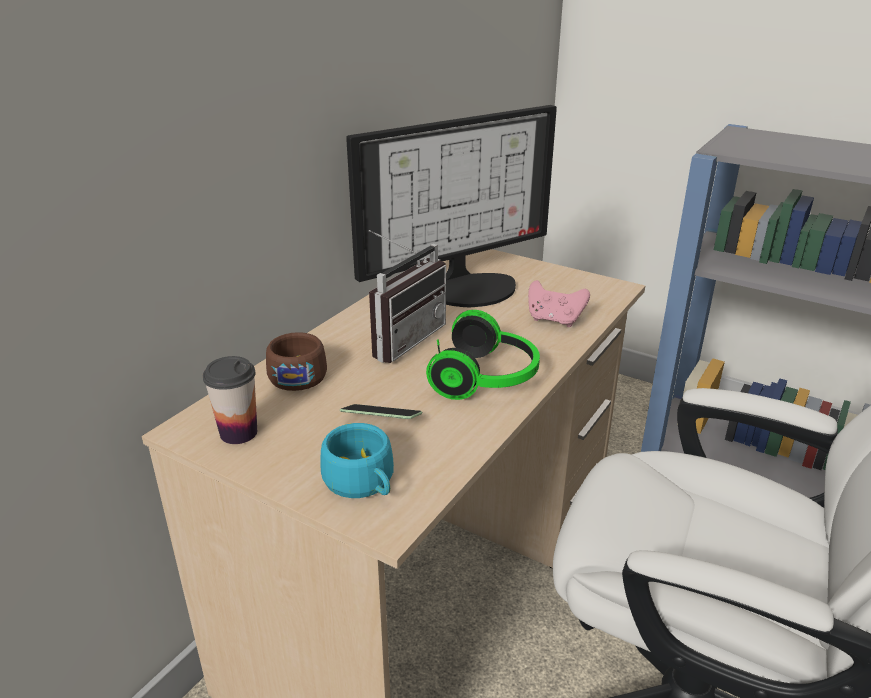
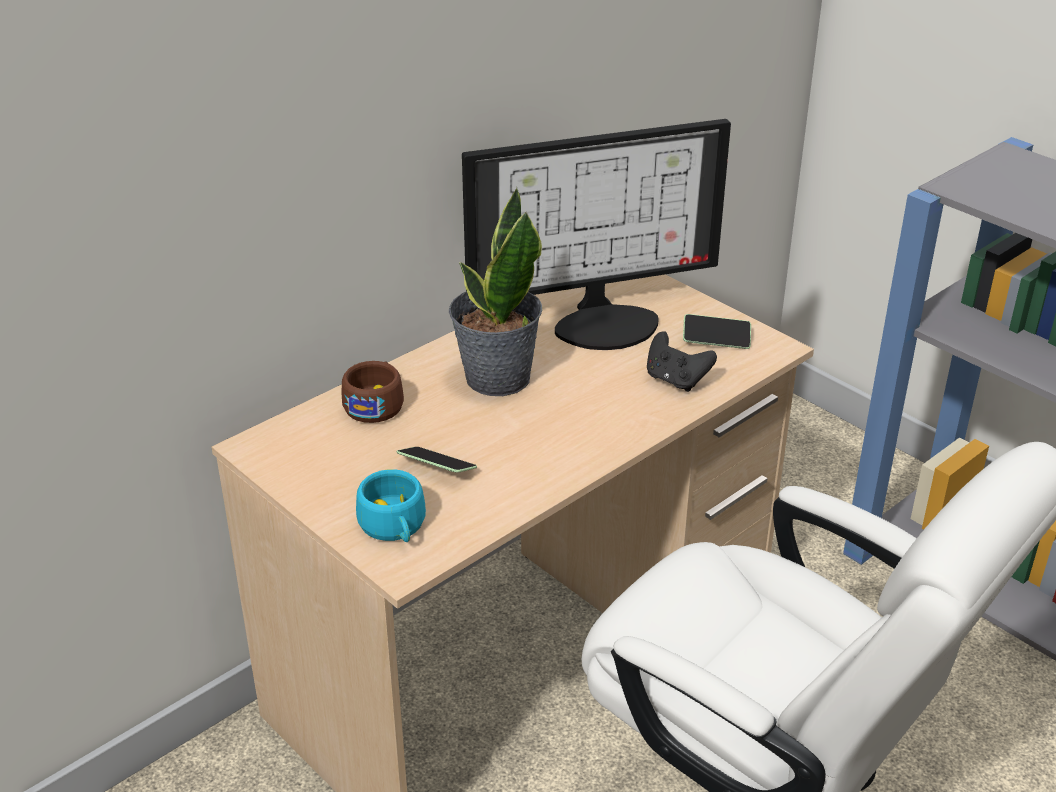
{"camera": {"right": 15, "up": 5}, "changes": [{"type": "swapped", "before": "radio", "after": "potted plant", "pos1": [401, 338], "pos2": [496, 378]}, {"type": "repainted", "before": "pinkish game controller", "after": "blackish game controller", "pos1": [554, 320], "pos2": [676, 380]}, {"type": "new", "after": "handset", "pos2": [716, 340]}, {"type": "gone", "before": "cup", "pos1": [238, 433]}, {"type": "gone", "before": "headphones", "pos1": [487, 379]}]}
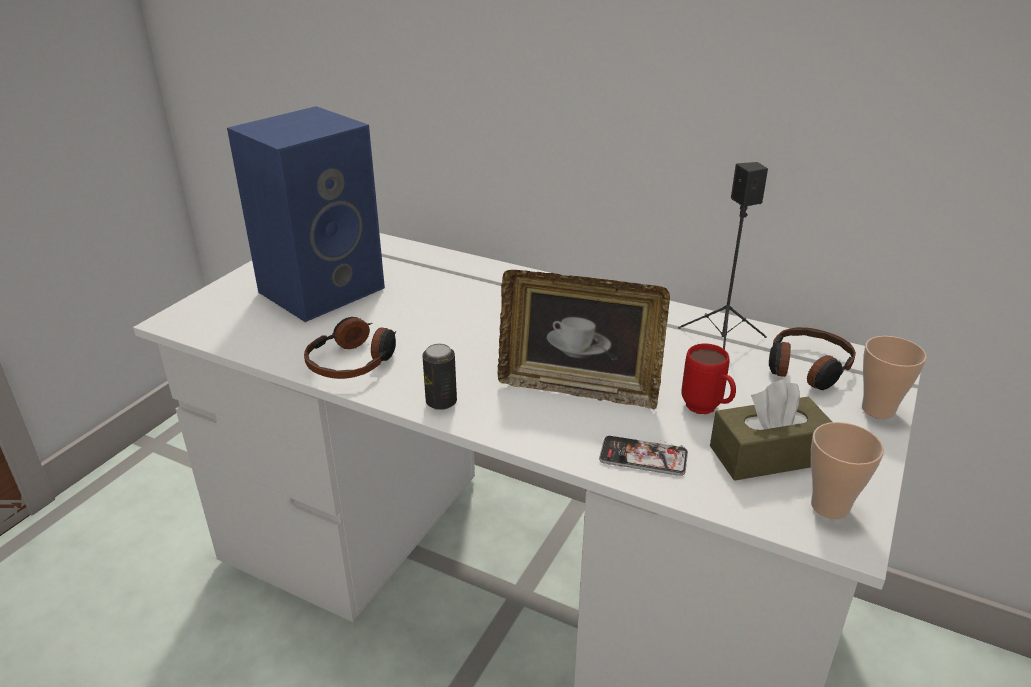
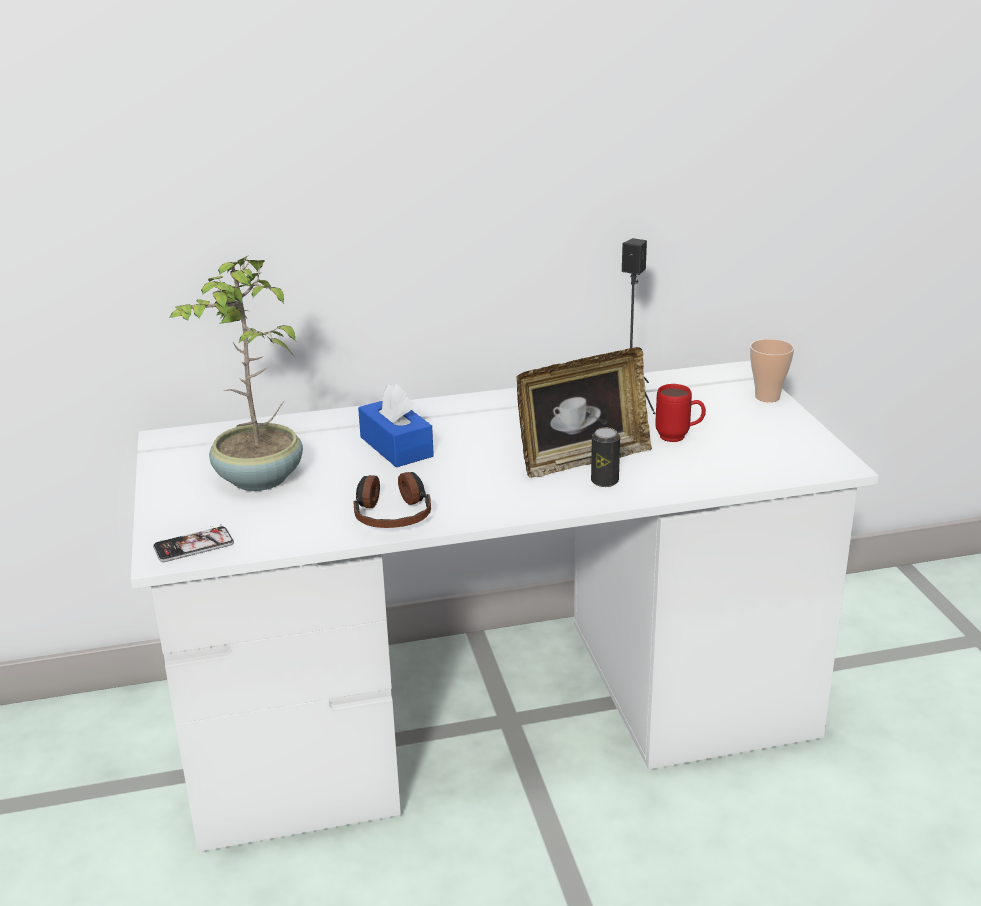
{"camera": {"right": -40, "up": -5}, "changes": [{"type": "shifted", "before": "handset", "pos1": [643, 457], "pos2": [193, 546]}, {"type": "swapped", "before": "blue speaker", "after": "potted plant", "pos1": [322, 288], "pos2": [258, 480]}, {"type": "new", "after": "blue box of tissues", "pos2": [396, 447]}, {"type": "shifted", "before": "metal can", "pos1": [441, 402], "pos2": [604, 481]}, {"type": "gone", "before": "brownish box of tissues", "pos1": [768, 455]}, {"type": "gone", "before": "headphones", "pos1": [806, 369]}, {"type": "gone", "before": "cup", "pos1": [830, 506]}]}
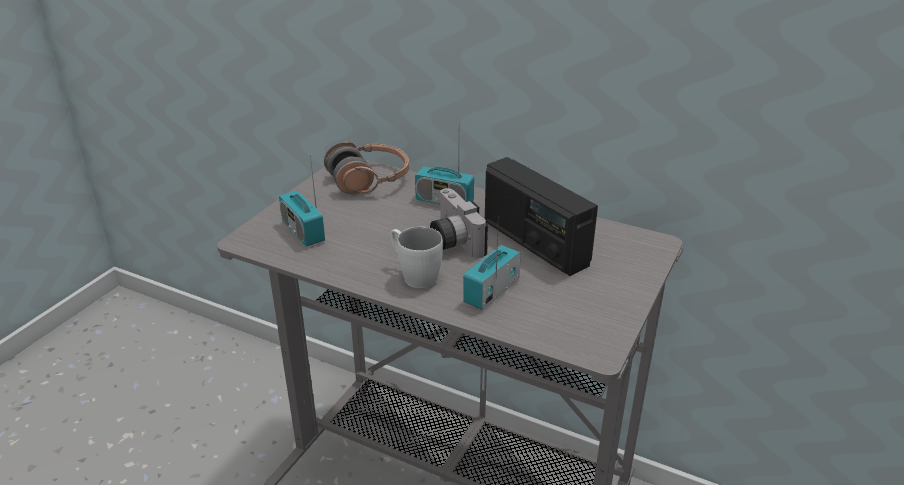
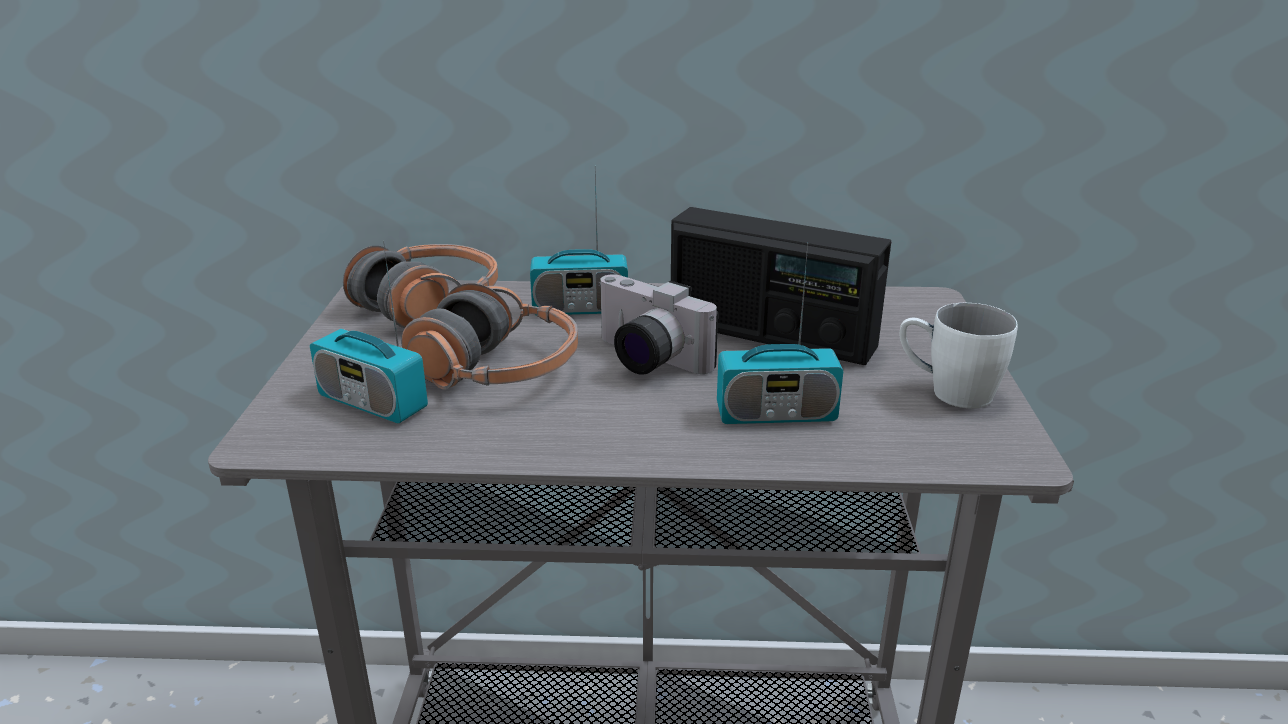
{"camera": {"right": -25, "up": -5}, "changes": [{"type": "new", "after": "headphones", "pos2": [497, 371]}, {"type": "rotated", "before": "radio", "pos1": [491, 291], "pos2": [776, 414], "turn": -105}, {"type": "shifted", "before": "white-coloured tea mug", "pos1": [414, 275], "pos2": [946, 392]}]}
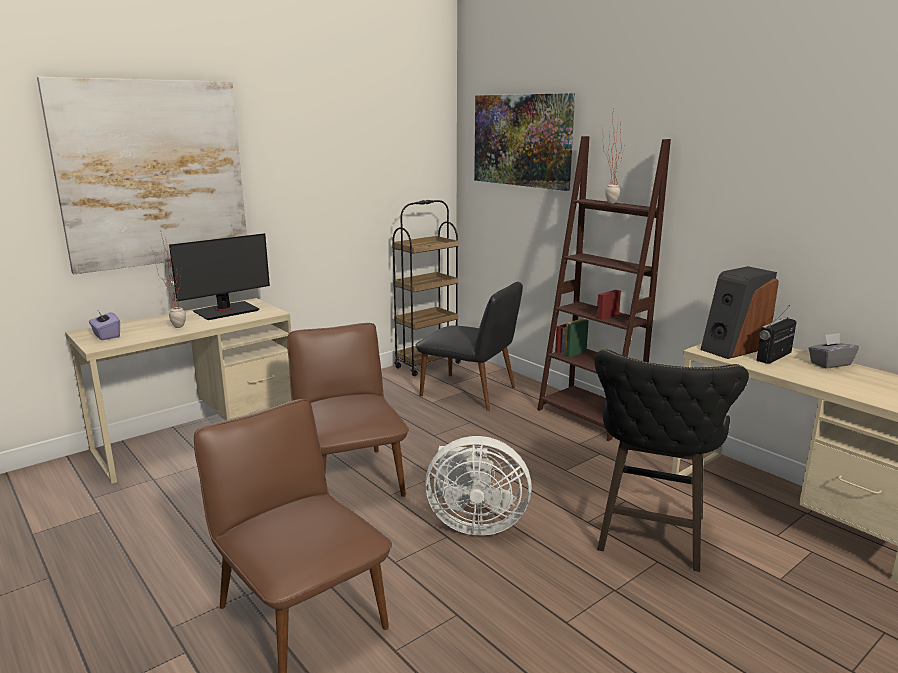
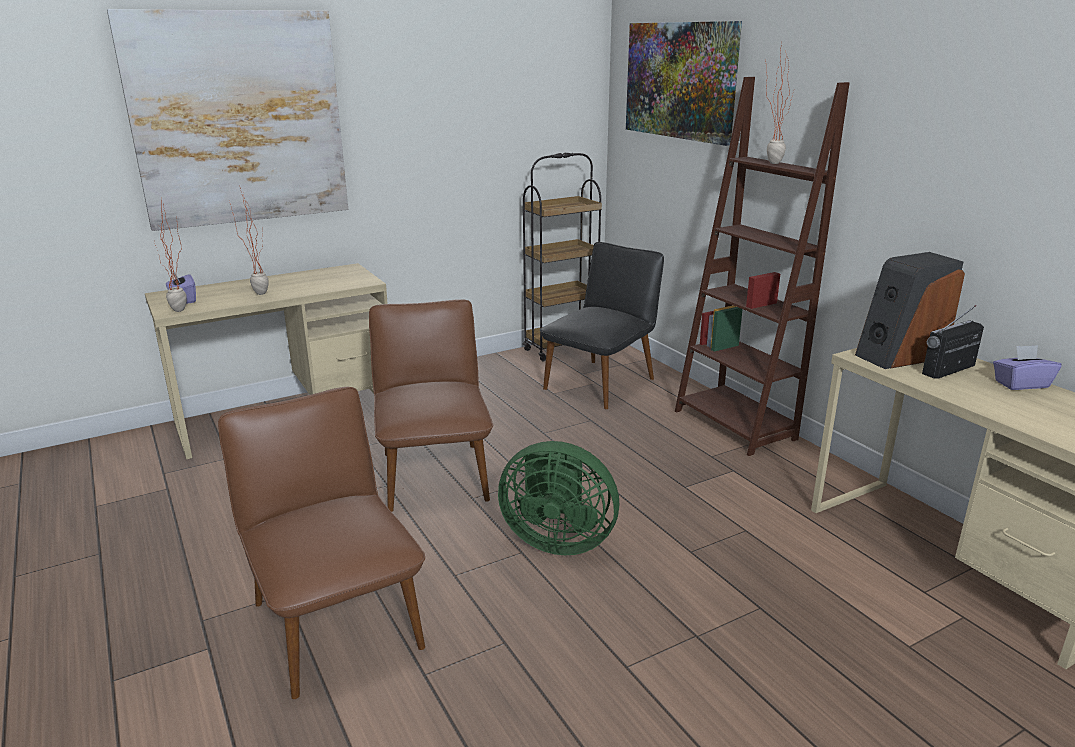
{"camera": {"right": 10, "up": 5}, "changes": [{"type": "new", "after": "potted plant", "pos2": [181, 312]}, {"type": "repainted", "before": "white-coloured electric fan", "after": "green electric fan", "pos1": [474, 523], "pos2": [557, 540]}, {"type": "rotated", "before": "blackish plain chair", "pos1": [468, 391], "pos2": [599, 383], "turn": -90}, {"type": "repainted", "before": "grey box of tissues", "after": "purple-coloured box of tissues", "pos1": [830, 364], "pos2": [1021, 384]}, {"type": "gone", "before": "computer screen", "pos1": [226, 311]}, {"type": "gone", "before": "blackish stool", "pos1": [650, 536]}]}
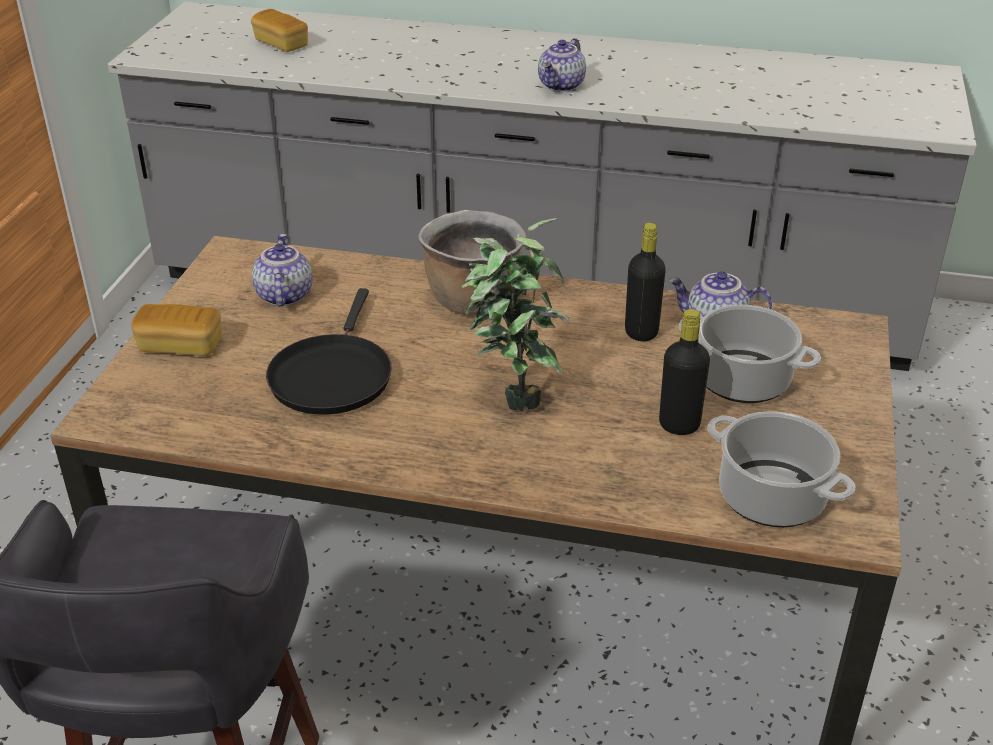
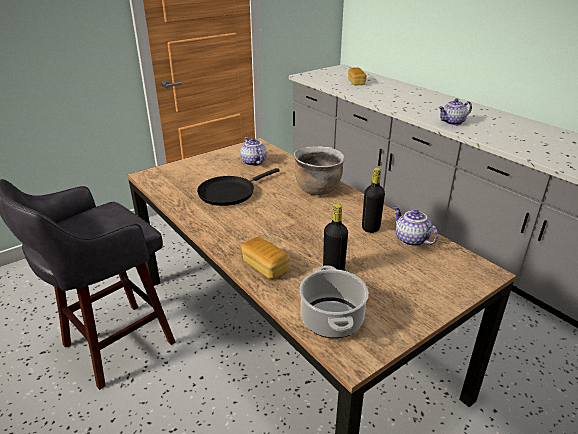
{"camera": {"right": 40, "up": -5}, "changes": [{"type": "rotated", "before": "tea pot", "pos1": [283, 295], "pos2": [253, 162], "turn": -60}, {"type": "shifted", "before": "bakery bread", "pos1": [180, 346], "pos2": [265, 267]}, {"type": "gone", "before": "potted plant", "pos1": [513, 393]}, {"type": "gone", "before": "stockpot", "pos1": [741, 380]}]}
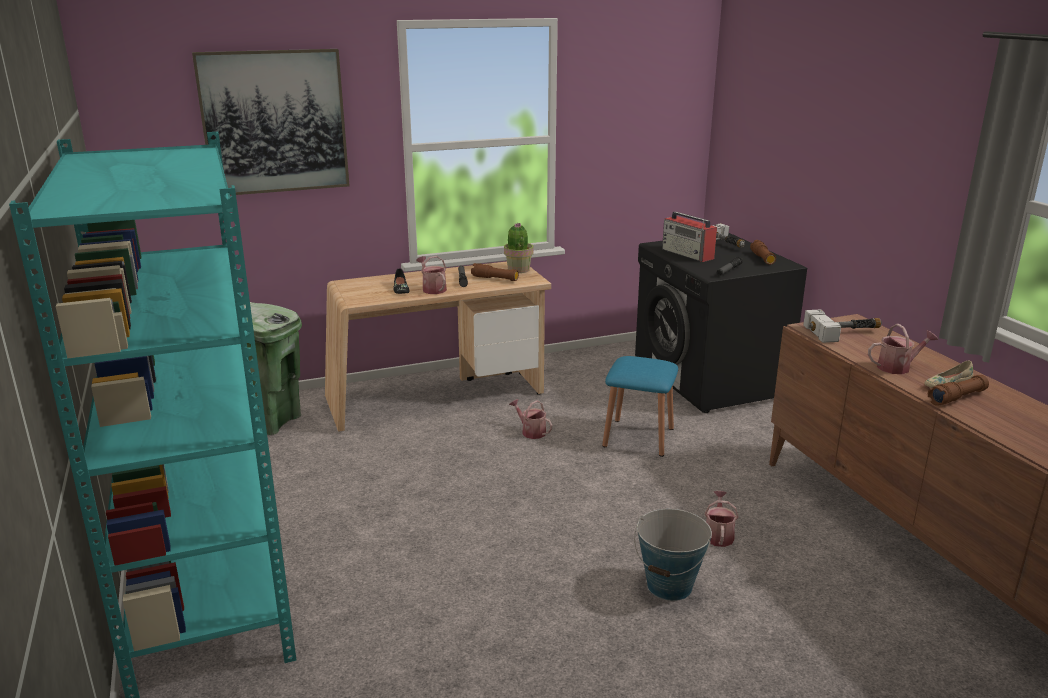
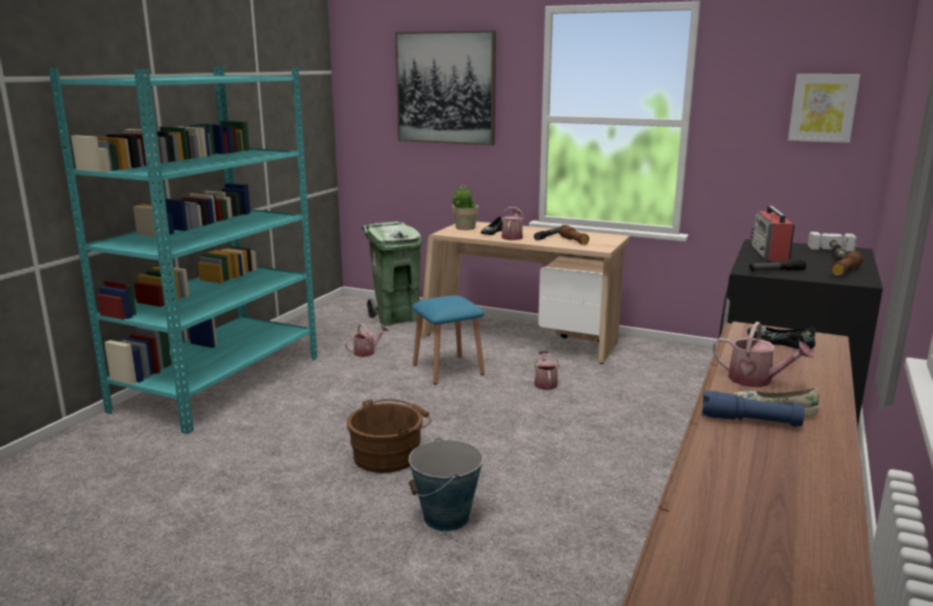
{"camera": {"right": 45, "up": -5}, "changes": [{"type": "shifted", "before": "sprinkling can", "pos1": [718, 535], "pos2": [367, 352]}, {"type": "new", "after": "brownish pail", "pos2": [390, 455]}, {"type": "shifted", "before": "blue stool", "pos1": [638, 437], "pos2": [448, 369]}, {"type": "shifted", "before": "potted plant", "pos1": [518, 270], "pos2": [465, 228]}, {"type": "repainted", "before": "brownish torch", "after": "blue torch", "pos1": [957, 398], "pos2": [750, 421]}, {"type": "swapped", "before": "hand hammer", "after": "blackish item of footwear", "pos1": [844, 332], "pos2": [780, 342]}, {"type": "new", "after": "picture", "pos2": [823, 108]}]}
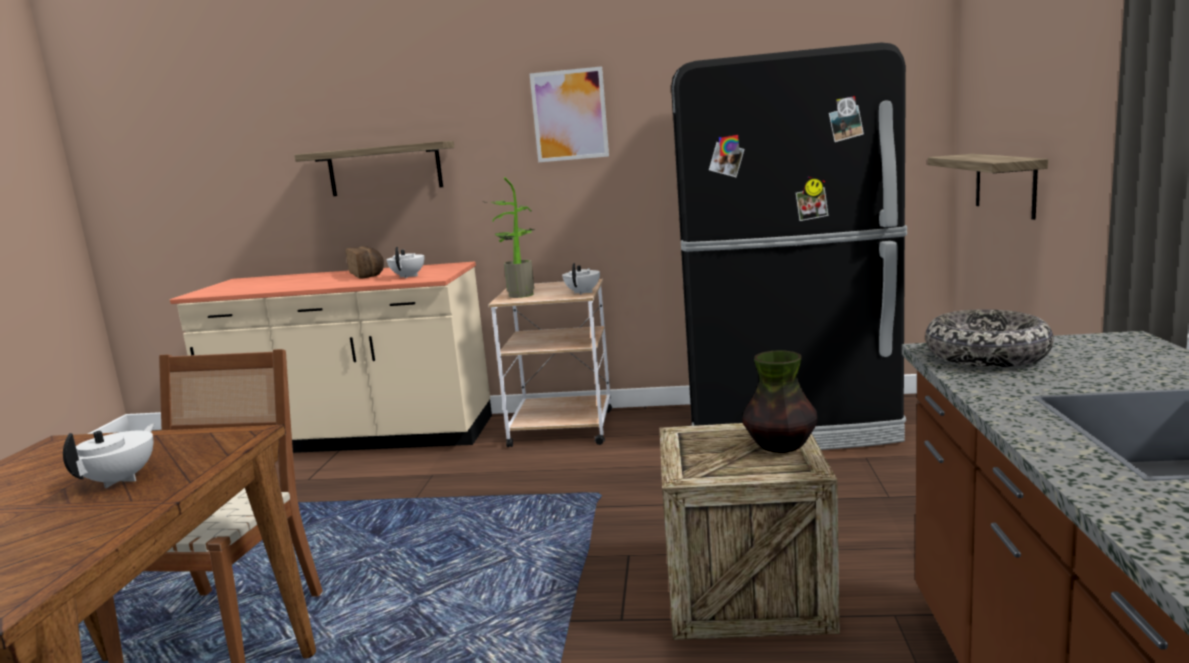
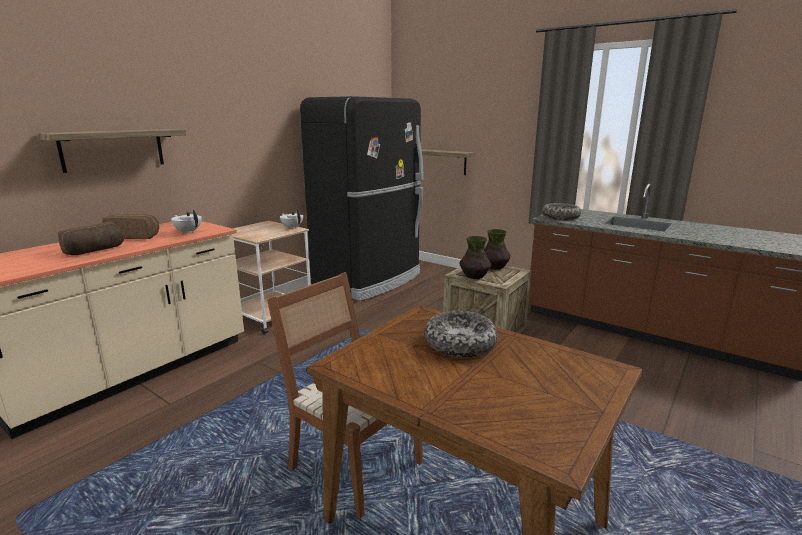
{"camera": {"right": -60, "up": 5}, "changes": [{"type": "new", "after": "bakery bread", "pos2": [96, 250]}, {"type": "swapped", "before": "white-coloured tea pot", "after": "deep dish", "pos1": [121, 480], "pos2": [460, 344]}, {"type": "new", "after": "flower vase", "pos2": [474, 276]}, {"type": "gone", "before": "potted plant", "pos1": [519, 294]}, {"type": "gone", "before": "picture", "pos1": [569, 115]}]}
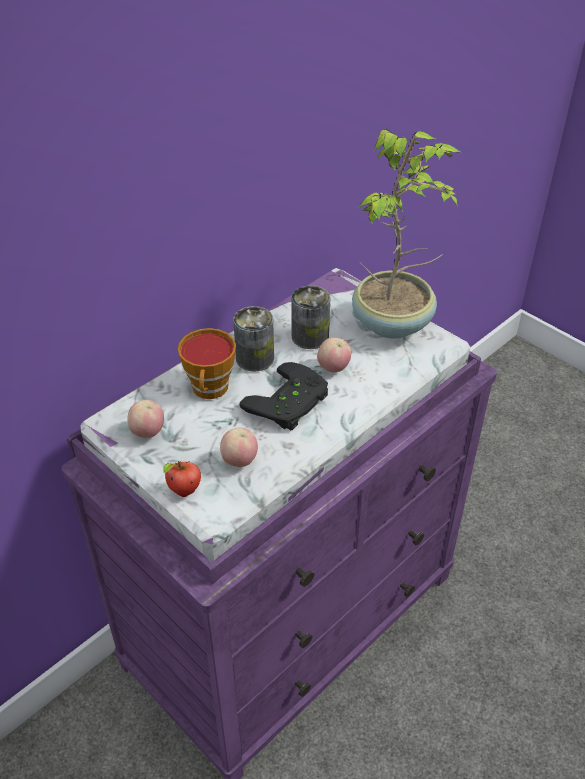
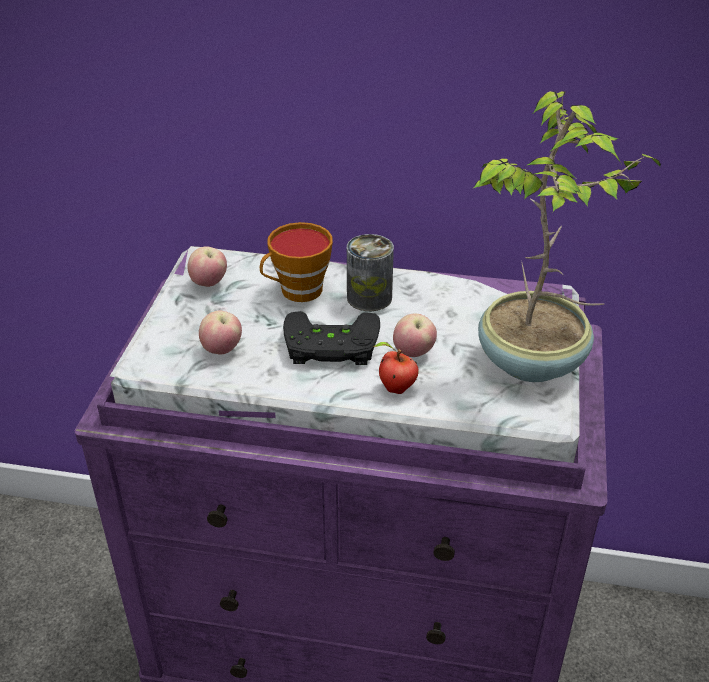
{"camera": {"right": 55, "up": -5}, "changes": [{"type": "shifted", "before": "apple", "pos1": [184, 491], "pos2": [395, 388]}, {"type": "gone", "before": "metal can", "pos1": [310, 336]}]}
